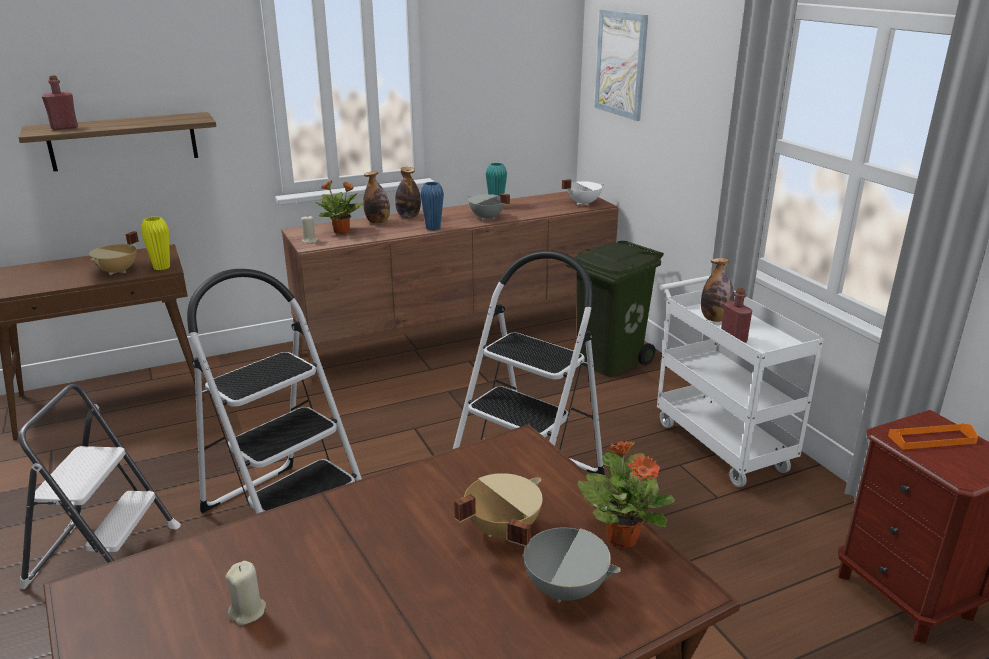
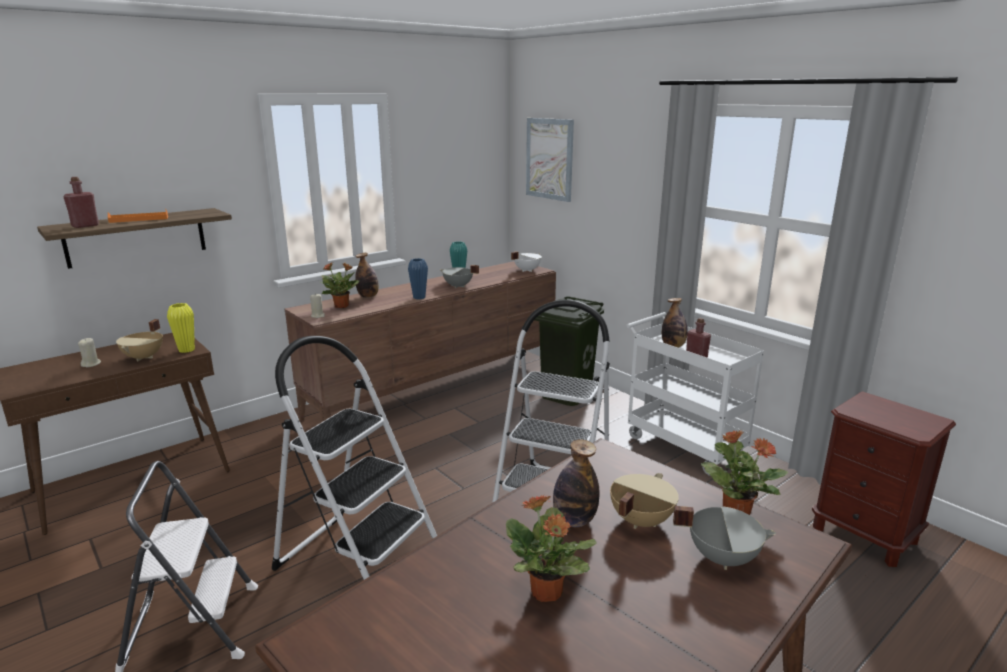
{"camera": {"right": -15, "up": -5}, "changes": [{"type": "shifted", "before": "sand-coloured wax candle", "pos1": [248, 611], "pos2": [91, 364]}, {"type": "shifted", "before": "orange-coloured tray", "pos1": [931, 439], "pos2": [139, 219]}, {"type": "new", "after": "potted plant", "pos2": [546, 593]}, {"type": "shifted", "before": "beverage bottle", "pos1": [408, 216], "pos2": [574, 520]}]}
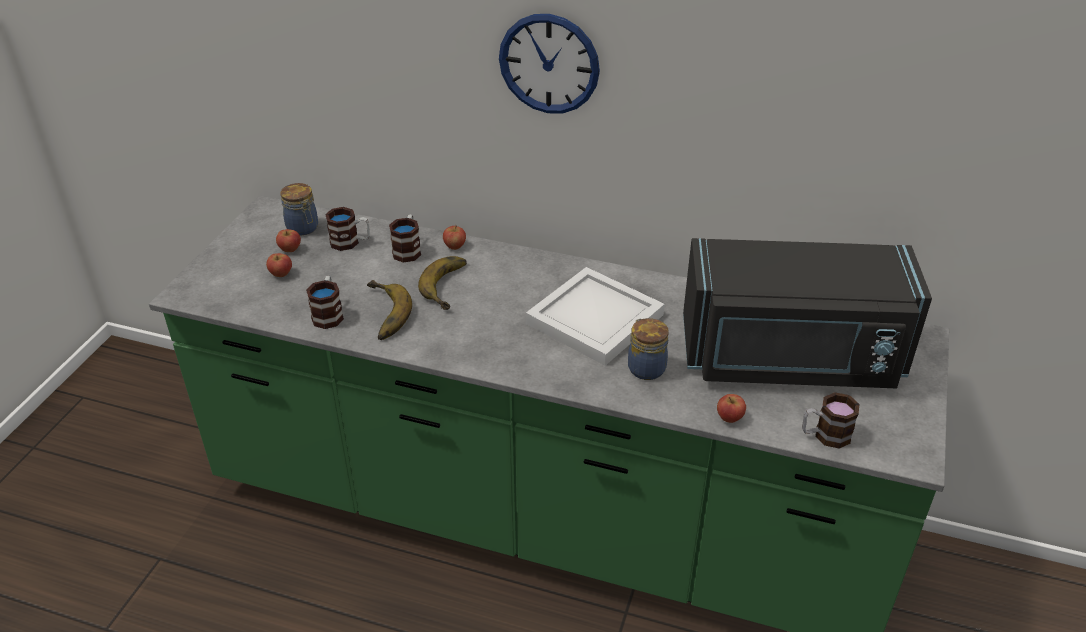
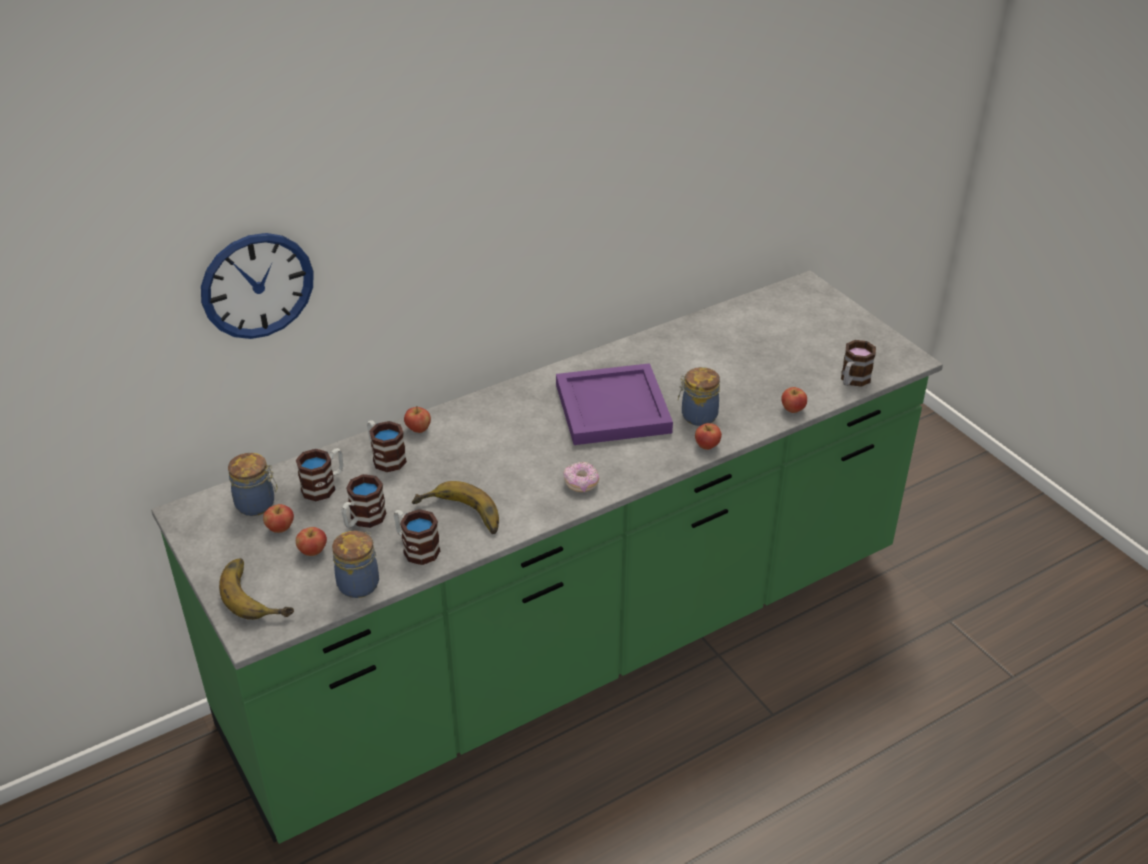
{"camera": {"right": -50, "up": 0}, "changes": [{"type": "shifted", "before": "clock on the wall", "pos1": [549, 64], "pos2": [257, 285]}, {"type": "shifted", "before": "banana fruit", "pos1": [451, 286], "pos2": [259, 592]}, {"type": "new", "after": "preserve jar", "pos2": [360, 583]}, {"type": "new", "after": "tea mug", "pos2": [363, 520]}, {"type": "repainted", "before": "white-coloured tray", "after": "purple-coloured tray", "pos1": [597, 319], "pos2": [614, 407]}, {"type": "new", "after": "donut", "pos2": [581, 483]}, {"type": "new", "after": "apple", "pos2": [707, 446]}, {"type": "gone", "before": "blackish microwave oven", "pos1": [791, 359]}]}
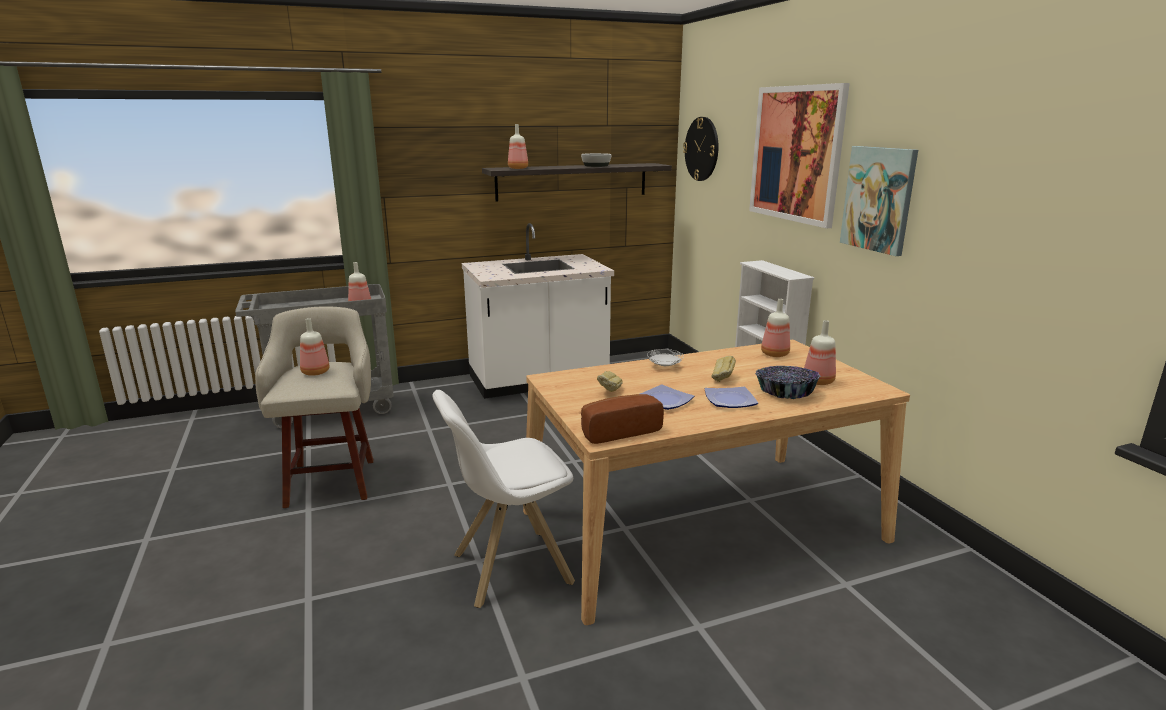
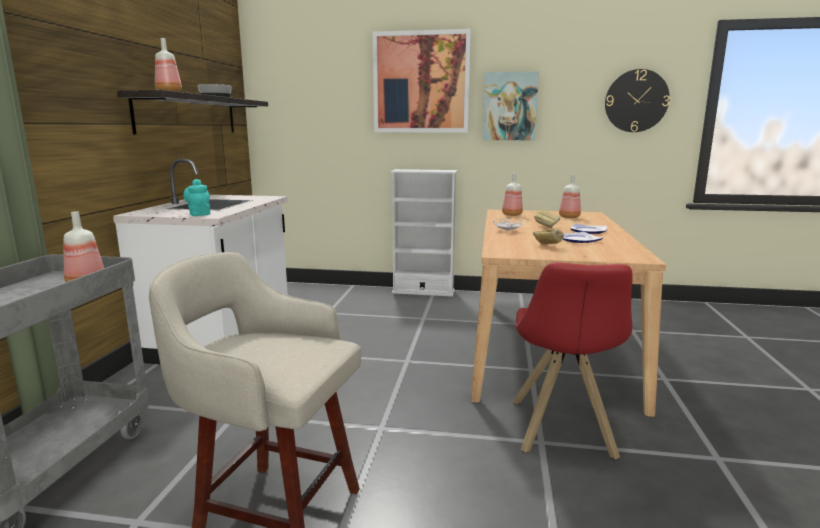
{"camera": {"right": -60, "up": -5}, "changes": [{"type": "new", "after": "turquoise tea pot", "pos2": [199, 214]}, {"type": "repainted", "before": "white-coloured plain chair", "after": "reddish plain chair", "pos1": [511, 568], "pos2": [562, 428]}, {"type": "shifted", "before": "clock on the wall", "pos1": [702, 149], "pos2": [636, 101]}, {"type": "gone", "before": "beverage bottle", "pos1": [316, 373]}, {"type": "gone", "before": "bakery bread", "pos1": [618, 431]}, {"type": "gone", "before": "deep dish", "pos1": [785, 392]}]}
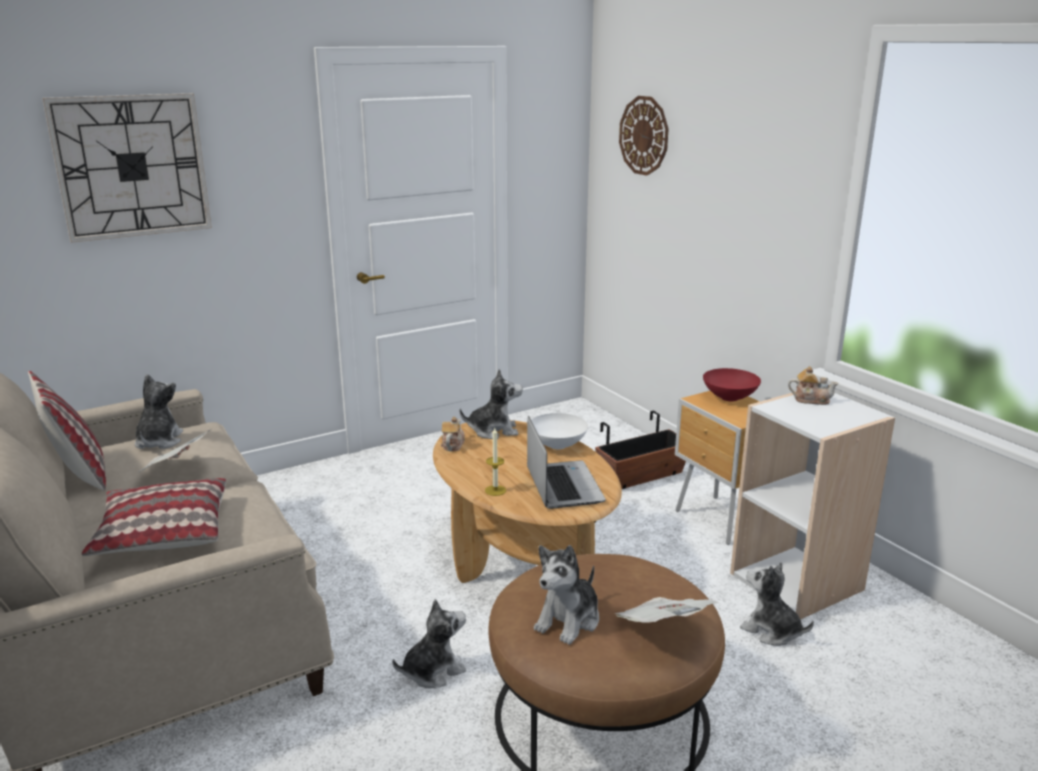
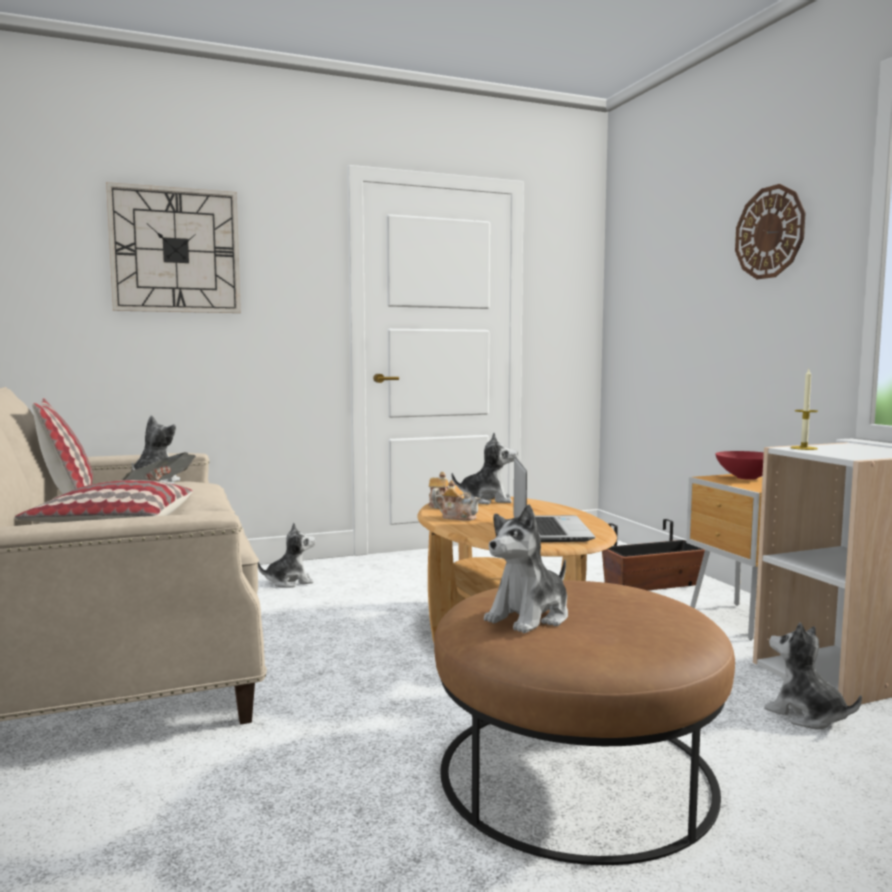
{"camera": {"right": 10, "up": -15}, "changes": [{"type": "shifted", "before": "cuddly toy", "pos1": [432, 671], "pos2": [289, 582]}, {"type": "shifted", "before": "tea pot", "pos1": [810, 400], "pos2": [458, 517]}, {"type": "shifted", "before": "clock on the wall", "pos1": [644, 135], "pos2": [769, 232]}, {"type": "shifted", "before": "wax candle", "pos1": [495, 490], "pos2": [804, 448]}, {"type": "gone", "before": "white-coloured deep dish", "pos1": [558, 445]}, {"type": "gone", "before": "newspaper", "pos1": [663, 630]}]}
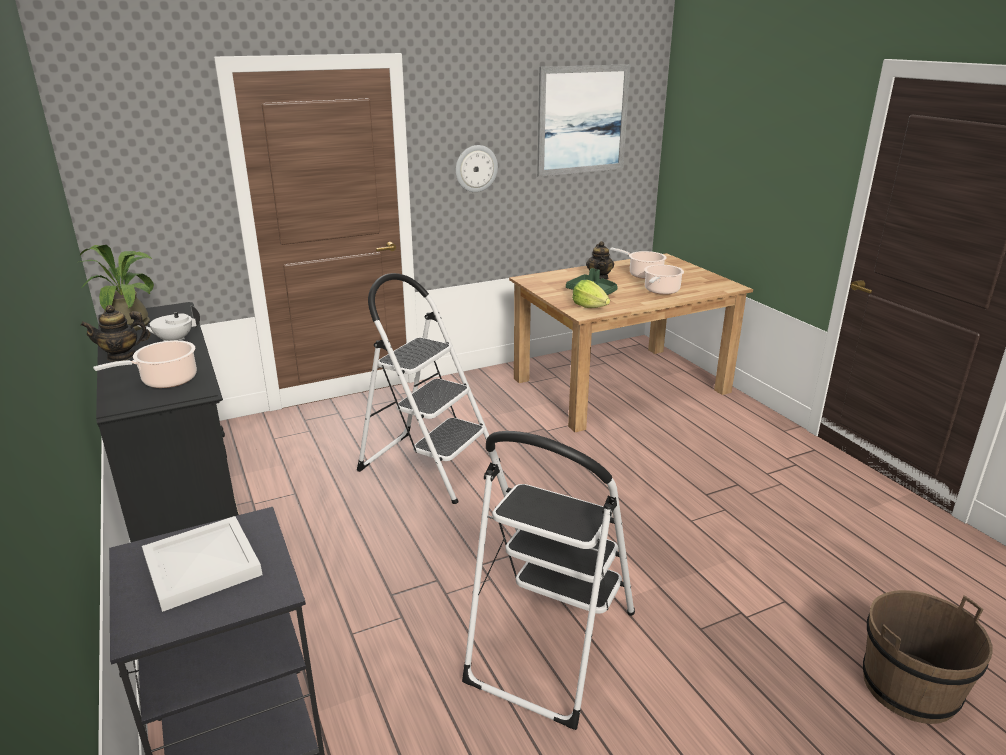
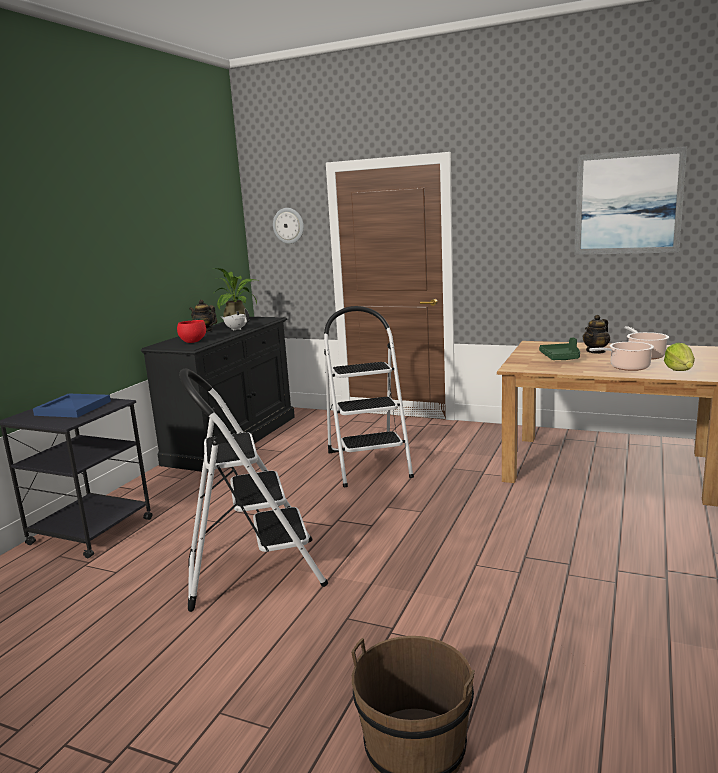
{"camera": {"right": 50, "up": -10}, "changes": [{"type": "repainted", "before": "white-coloured tray", "after": "blue tray", "pos1": [201, 567], "pos2": [72, 408]}, {"type": "swapped", "before": "stockpot", "after": "reddish deep dish", "pos1": [166, 380], "pos2": [193, 341]}, {"type": "shifted", "before": "clock on the wall", "pos1": [476, 168], "pos2": [288, 225]}, {"type": "shifted", "before": "lettuce head", "pos1": [589, 306], "pos2": [680, 370]}]}
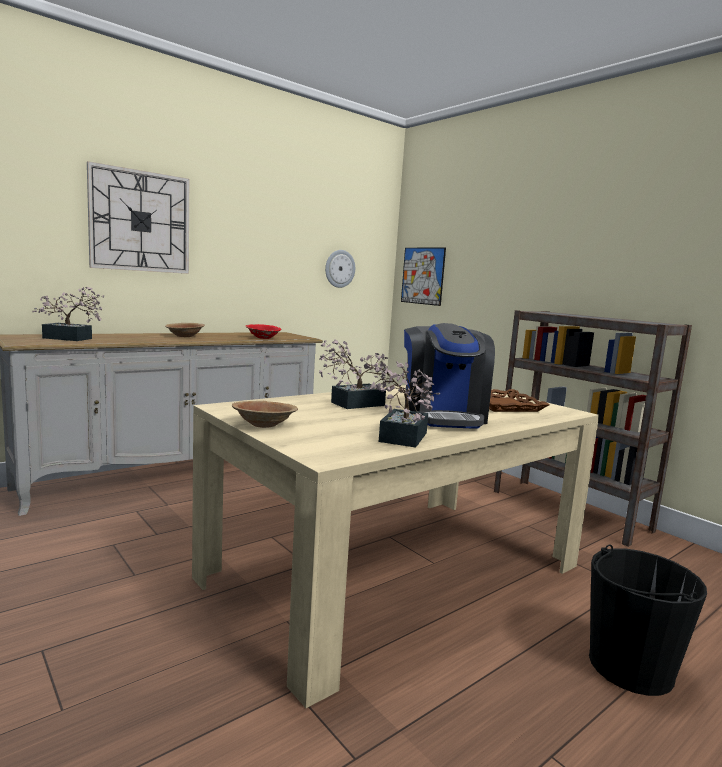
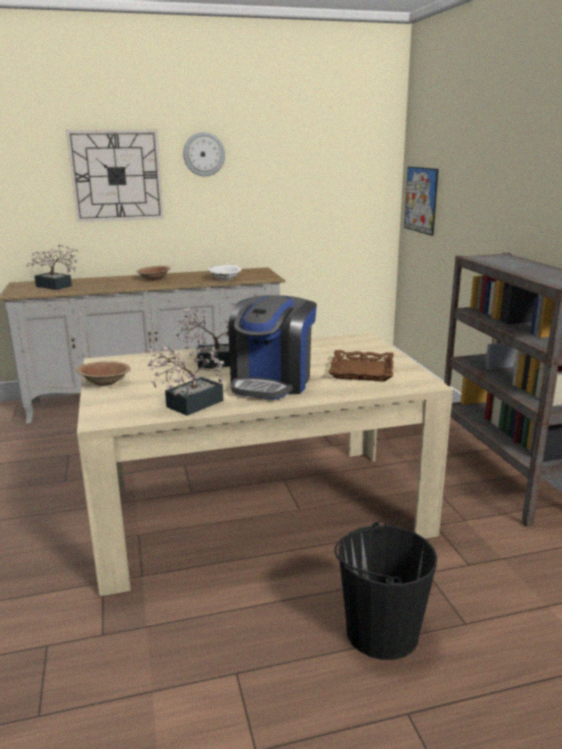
{"camera": {"right": 25, "up": 10}, "changes": [{"type": "shifted", "before": "clock on the wall", "pos1": [339, 268], "pos2": [204, 154]}, {"type": "repainted", "before": "reddish deep dish", "after": "white-coloured deep dish", "pos1": [263, 337], "pos2": [224, 279]}]}
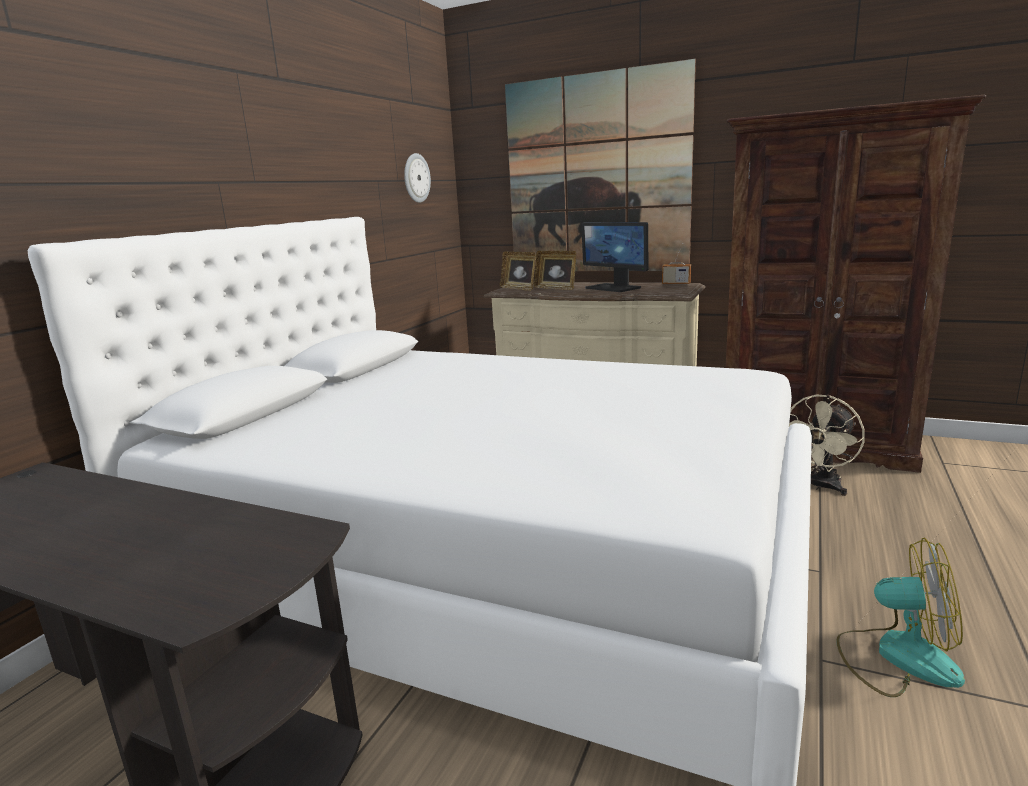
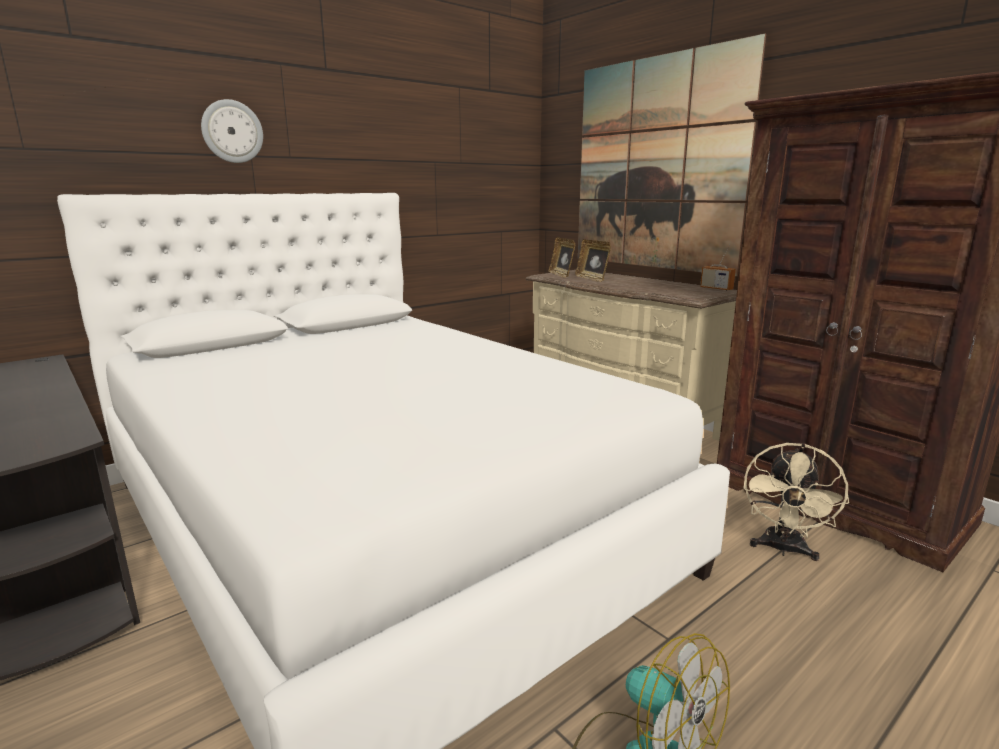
{"camera": {"right": 25, "up": 0}, "changes": [{"type": "shifted", "before": "clock on the wall", "pos1": [416, 178], "pos2": [232, 131]}, {"type": "rotated", "before": "sand-coloured electric fan", "pos1": [820, 486], "pos2": [783, 549], "turn": -45}, {"type": "gone", "before": "computer screen", "pos1": [614, 288]}]}
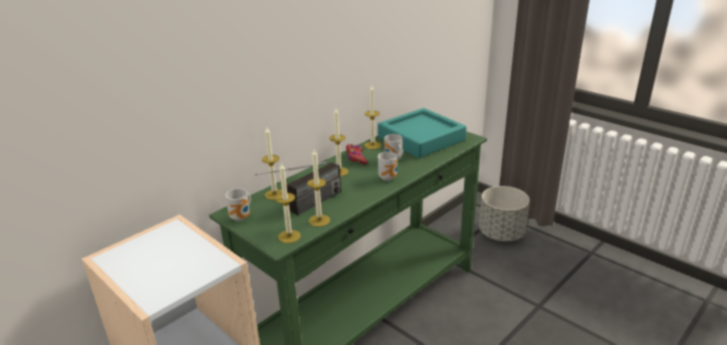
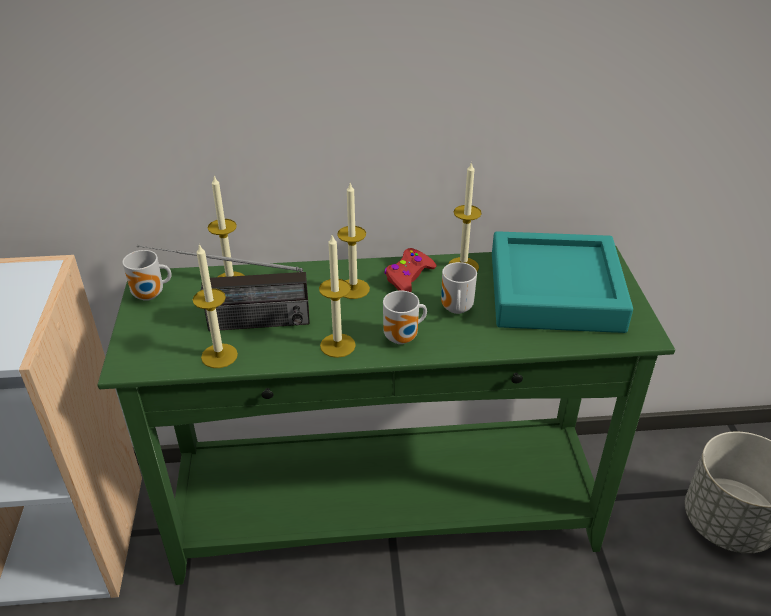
{"camera": {"right": 40, "up": 10}, "changes": [{"type": "shifted", "before": "wax candle", "pos1": [289, 236], "pos2": [337, 345]}]}
